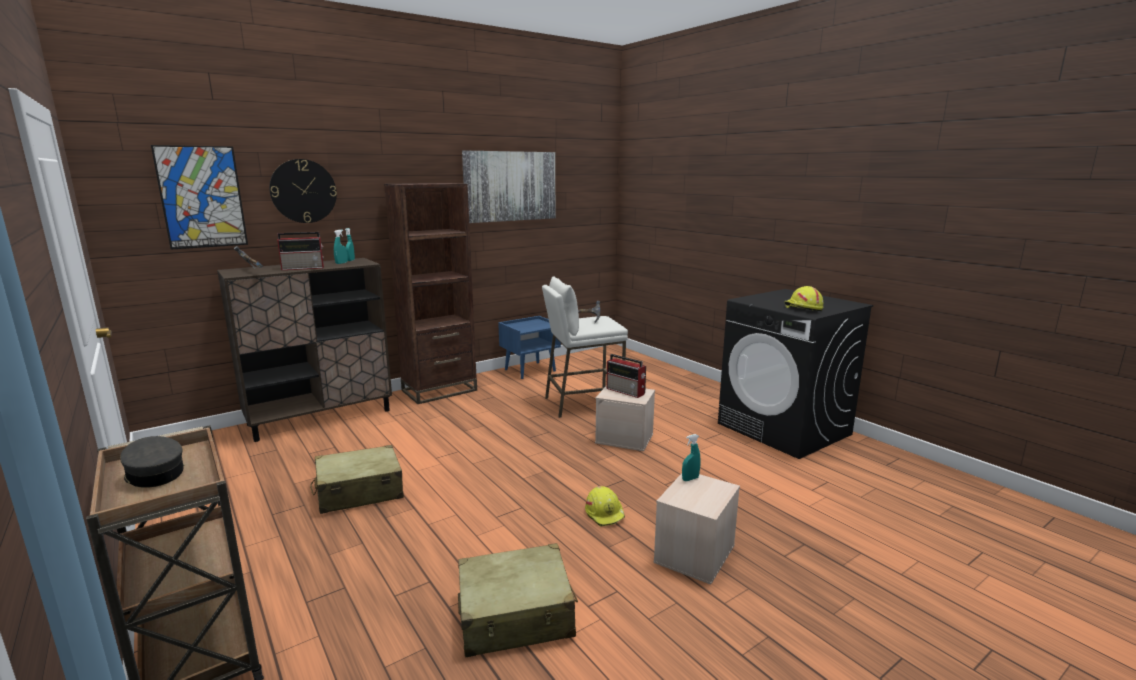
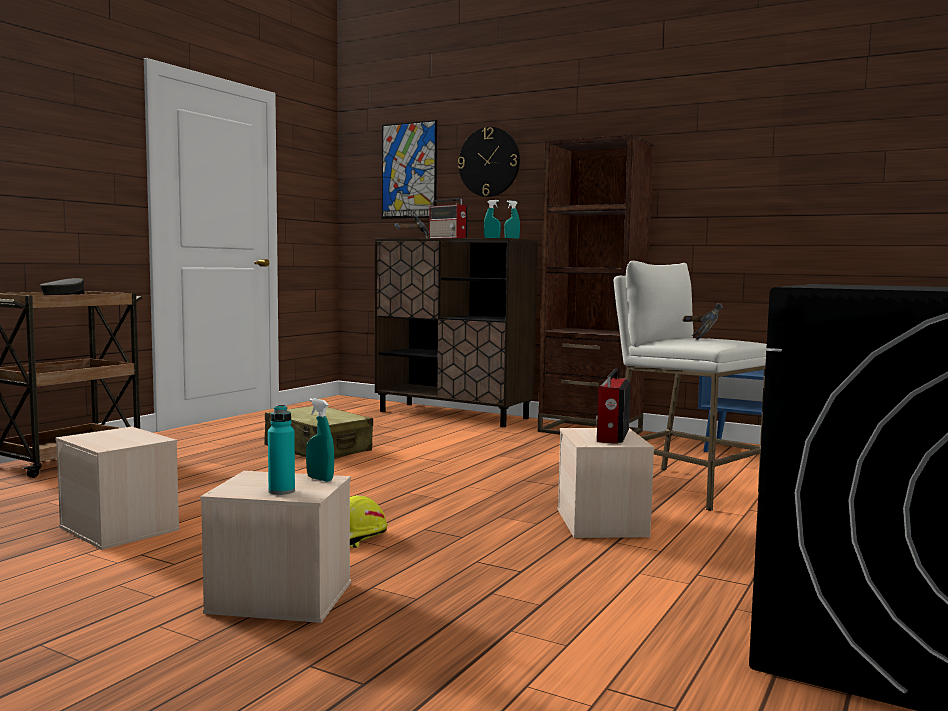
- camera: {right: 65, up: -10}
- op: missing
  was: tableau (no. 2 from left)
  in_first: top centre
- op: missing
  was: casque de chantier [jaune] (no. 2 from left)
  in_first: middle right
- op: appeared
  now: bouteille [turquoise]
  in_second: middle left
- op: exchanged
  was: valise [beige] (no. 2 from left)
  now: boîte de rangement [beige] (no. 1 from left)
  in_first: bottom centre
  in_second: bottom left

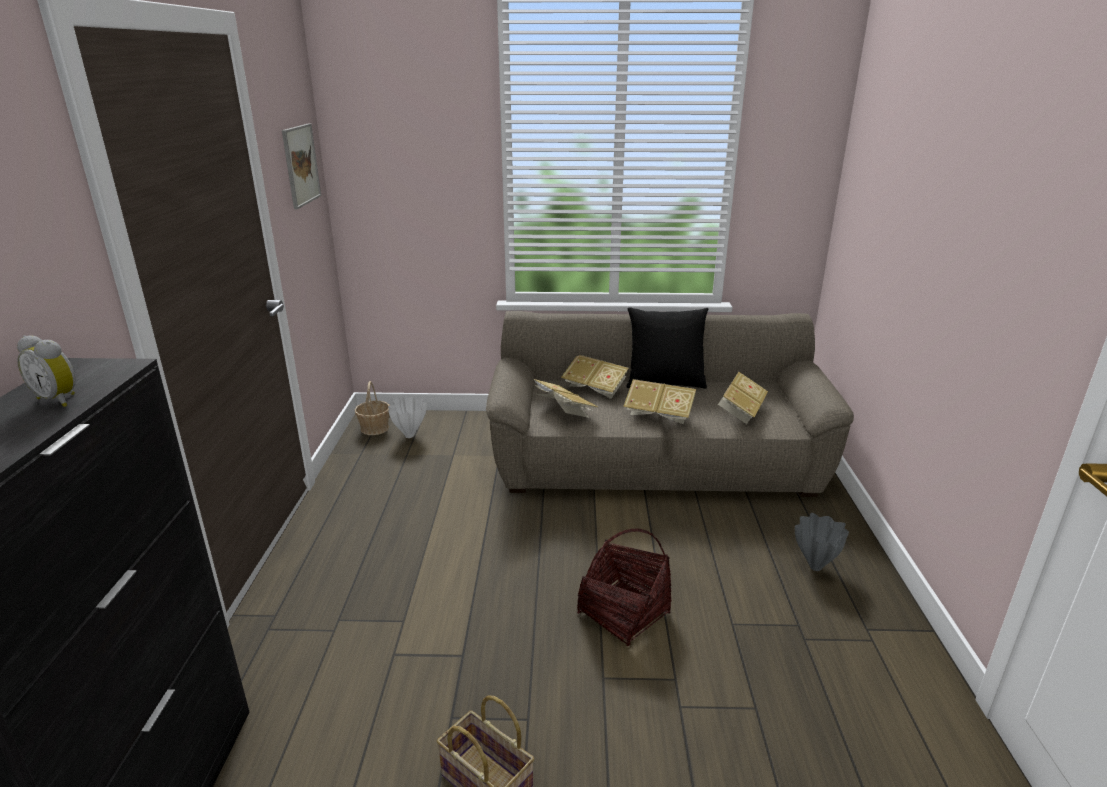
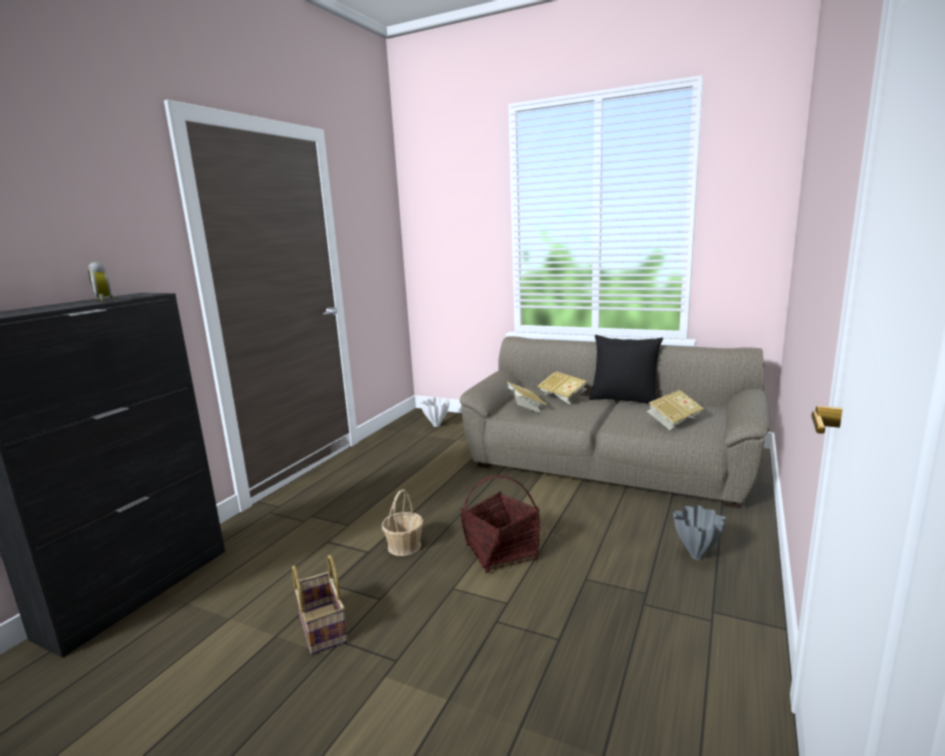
- camera: {right: 25, up: -10}
- op: missing
  was: tableau
  in_first: top left
- op: missing
  was: livre (no. 3 from left)
  in_first: centre
- op: relocated
  was: panier (no. 1 from left in the first image)
  now: panier (no. 2 from left)
  in_first: centre
  in_second: bottom centre

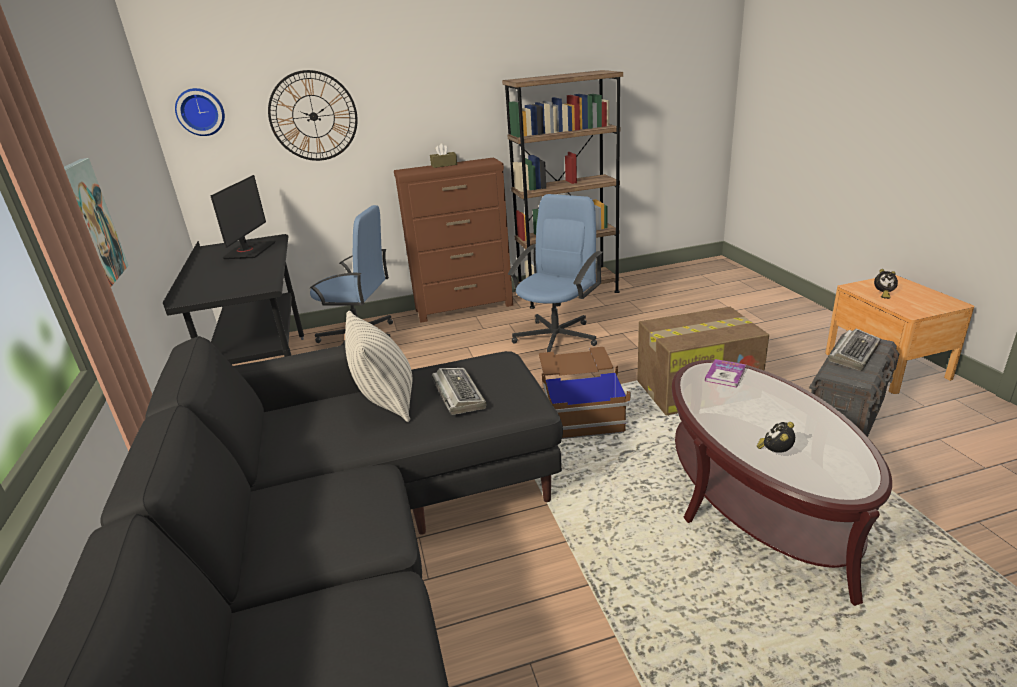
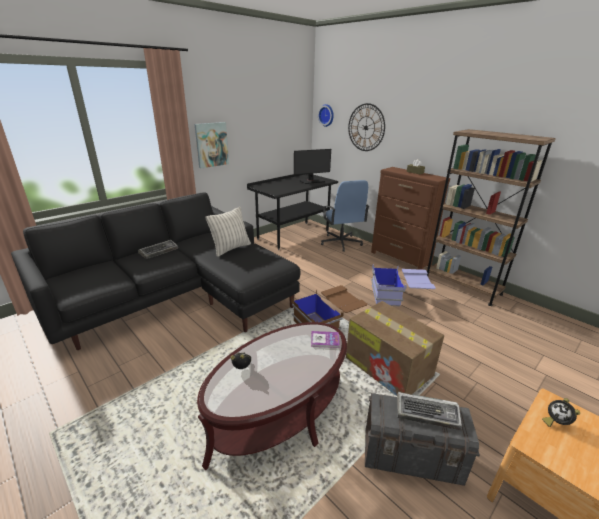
- camera: {right: 60, up: 0}
- op: relocated
  was: clavier (no. 1 from left)
  in_first: centre
  in_second: middle left
- op: exchanged
  was: chaise de bureau [bleu] (no. 2 from left)
  now: boîte de rangement [bleu]
  in_first: centre
  in_second: middle right

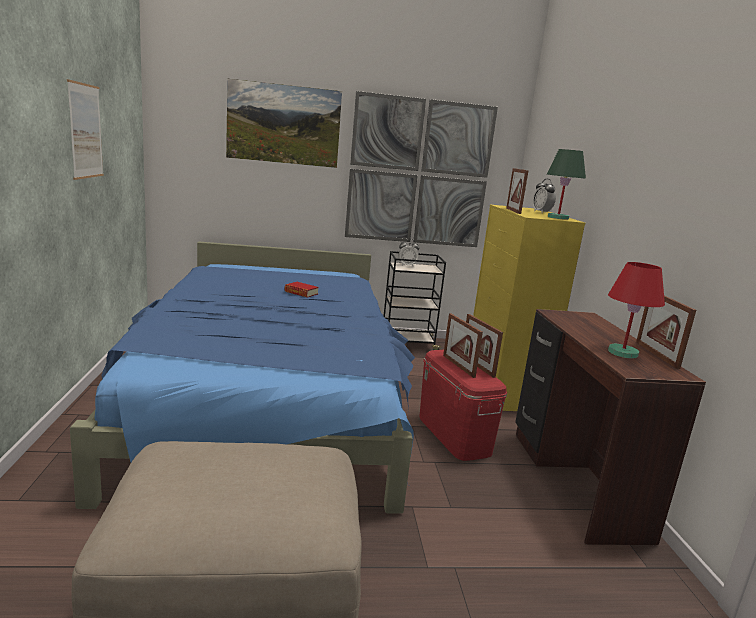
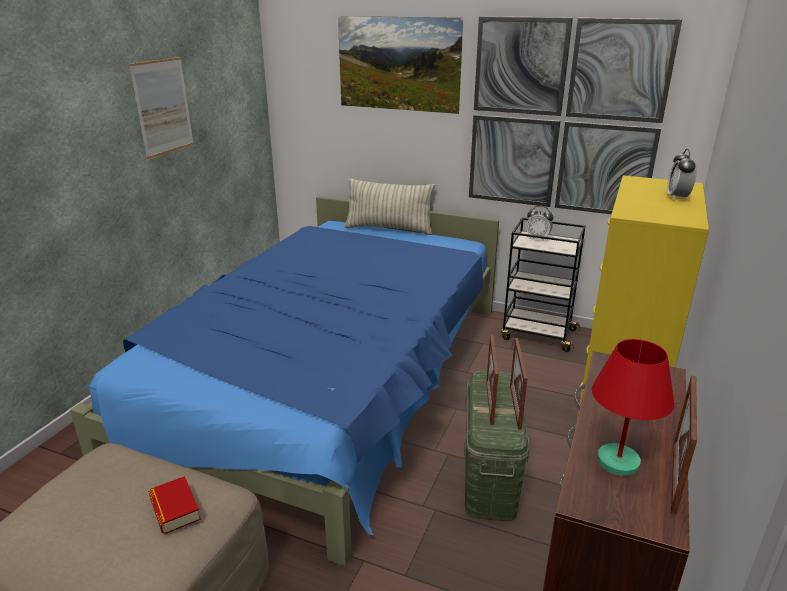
- camera: {right: 30, up: 10}
- op: missing
  was: cadre photo (no. 3 from left)
  in_first: top right
- op: missing
  was: lampe de table [vert]
  in_first: top right
- op: appeared
  now: coussin
  in_second: centre
- op: relocated
  was: livre
  in_first: centre
  in_second: bottom left
- op: colour
  was: boîte de rangement [rouge]
  now: boîte de rangement [vert]
  in_first: centre
  in_second: bottom centre

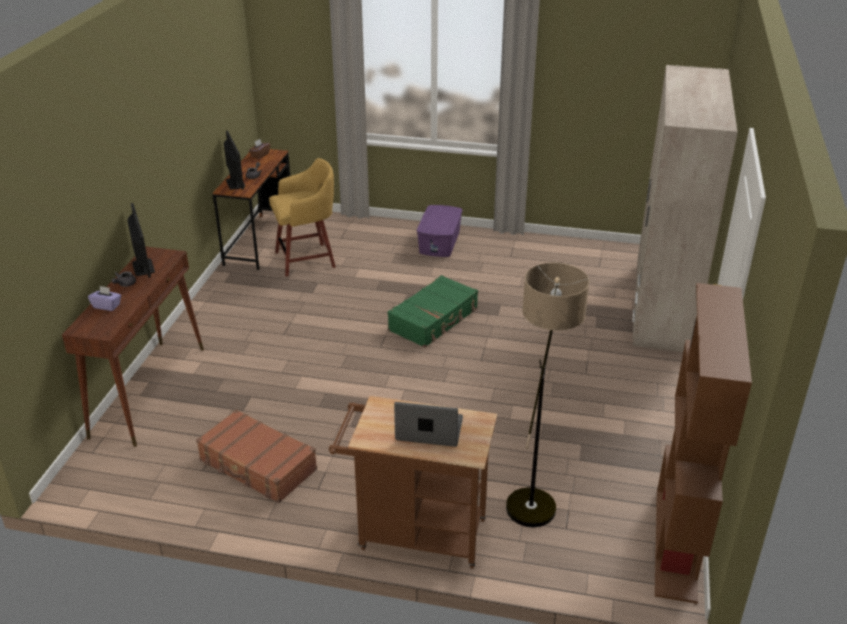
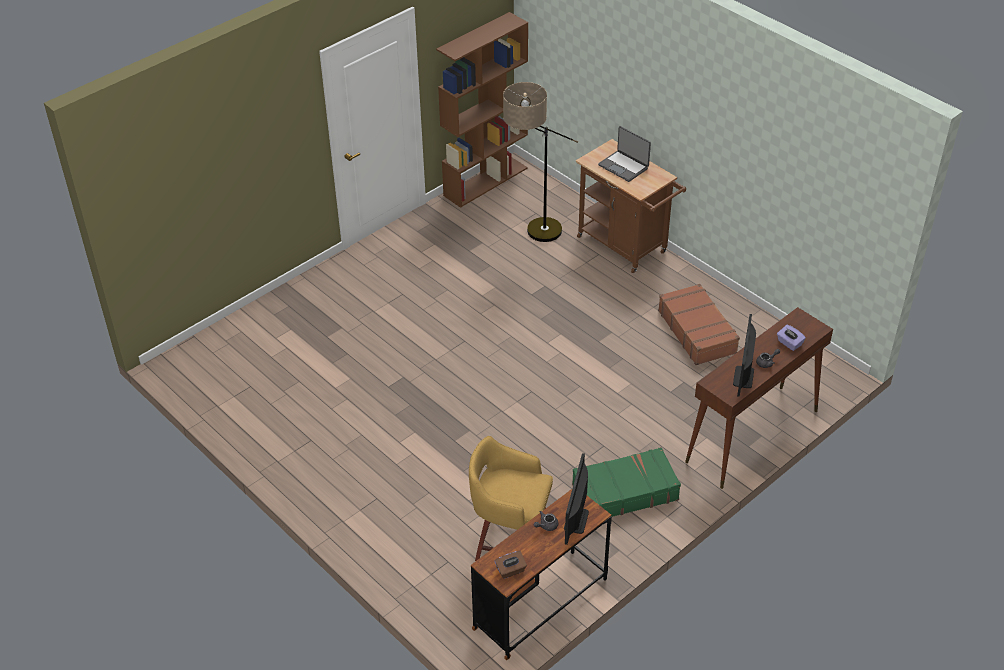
- camera: {right: -145, up: 10}
- op: missing
  was: boîte de rangement [violet]
  in_first: centre
- op: missing
  was: armoire [beige]
  in_first: middle right
- op: relocated
  was: valise [vert]
  in_first: centre
  in_second: bottom centre

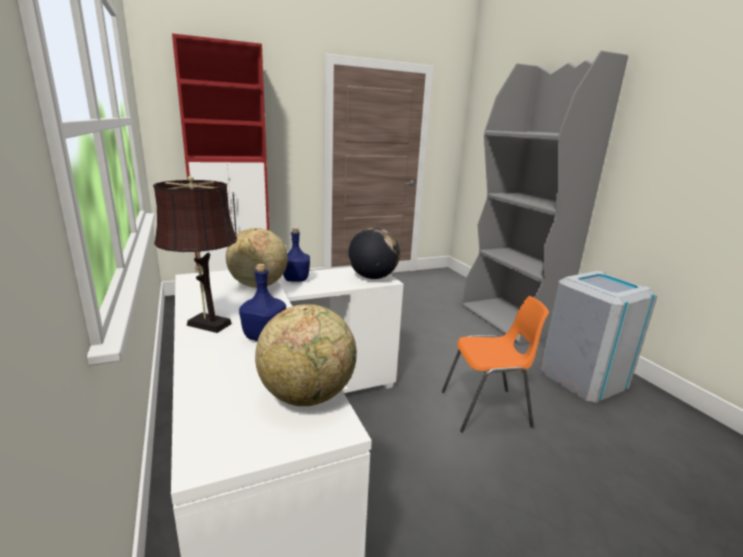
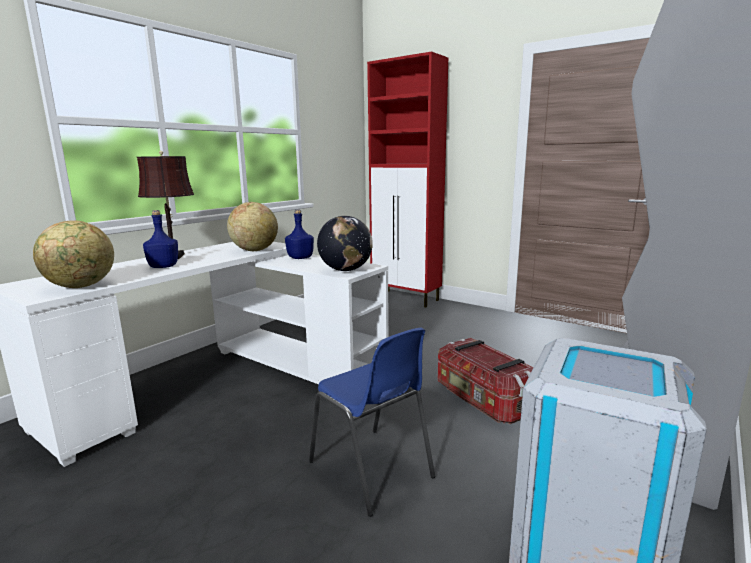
- camera: {right: 60, up: -5}
- op: appeared
  now: boîte de rangement
  in_second: bottom centre
- op: colour
  was: chaise [orange]
  now: chaise [bleu]
  in_first: centre
  in_second: bottom centre

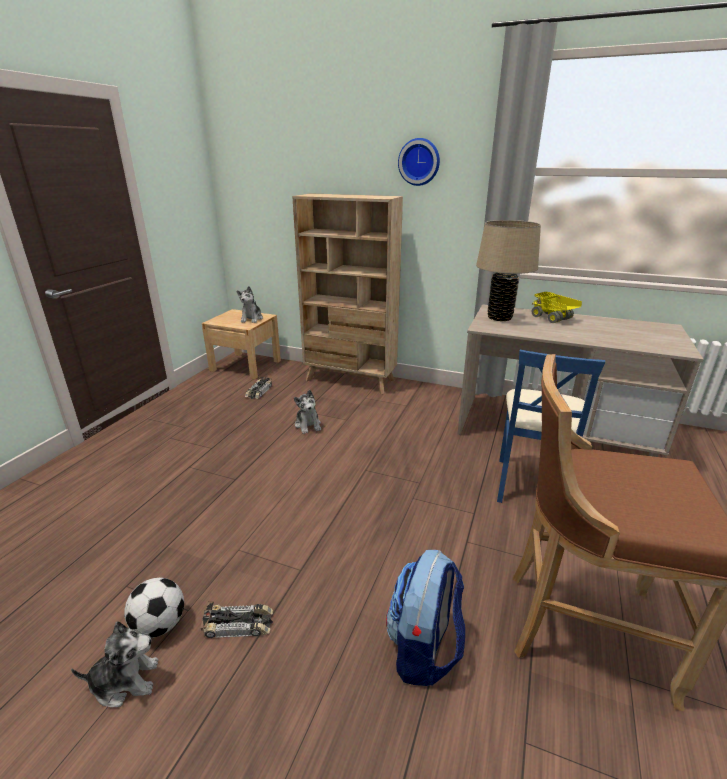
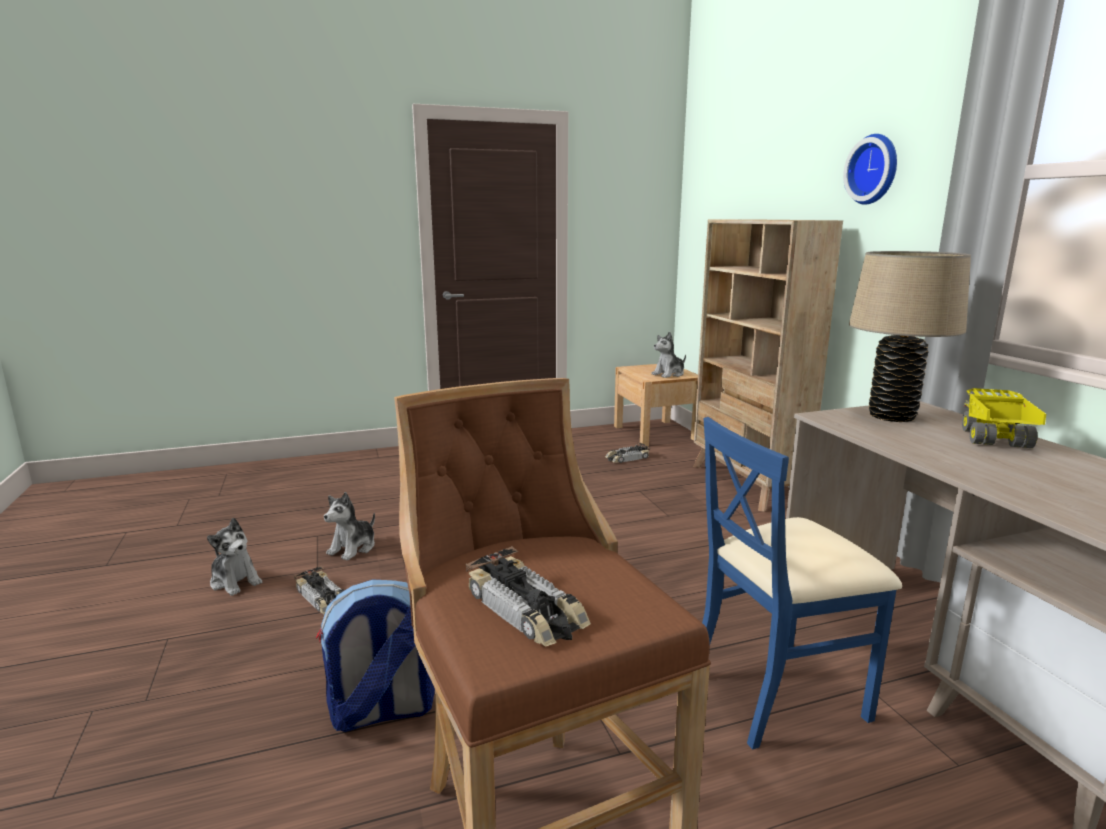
- camera: {right: 50, up: -10}
- op: missing
  was: ballon de foot
  in_first: bottom left
- op: appeared
  now: petite voiture (no. 2 from left)
  in_second: bottom centre
- op: relocated
  was: peluche (no. 3 from left in the first image)
  now: peluche (no. 2 from left)
  in_first: centre
  in_second: middle left

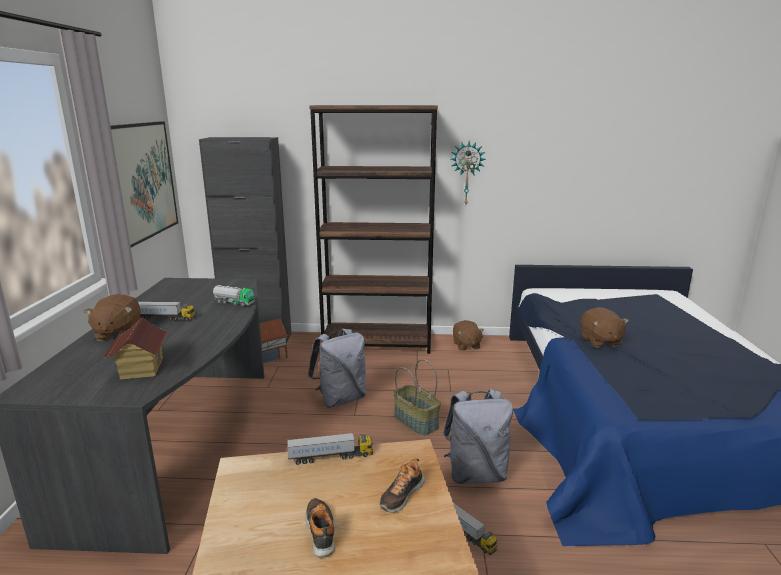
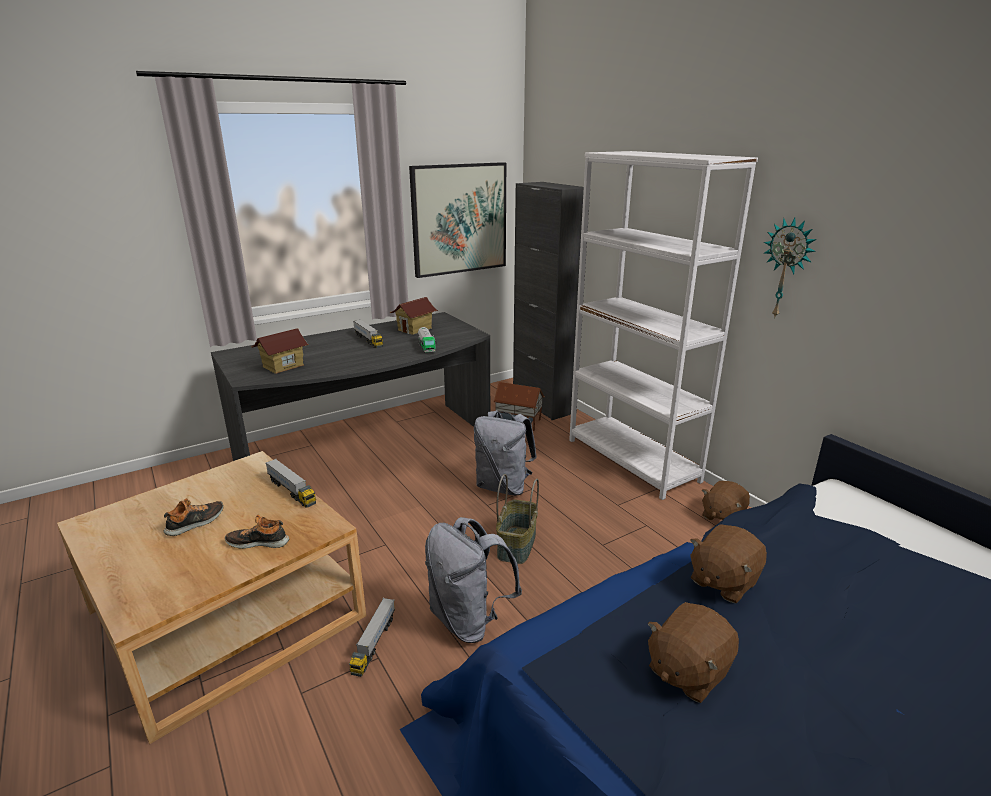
- camera: {right: 55, up: 5}
- op: appeared
  now: maison miniature (no. 2 from left)
  in_second: centre
- op: relocated
  was: peluche [marron] (no. 1 from left)
  in_first: middle left
  in_second: bottom right
- op: colour
  was: bibliothèque [marron]
  now: bibliothèque [blanc]
  in_first: centre
  in_second: middle right

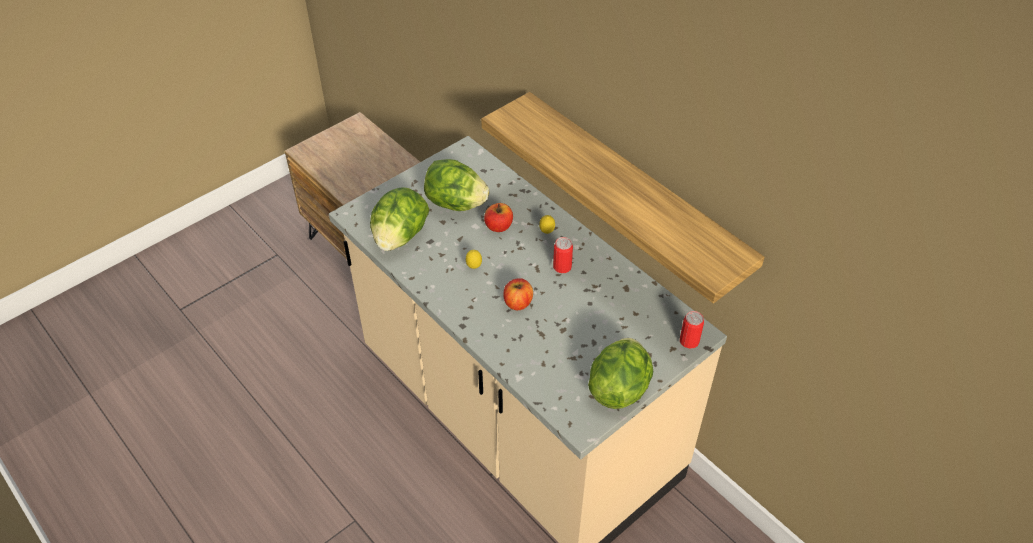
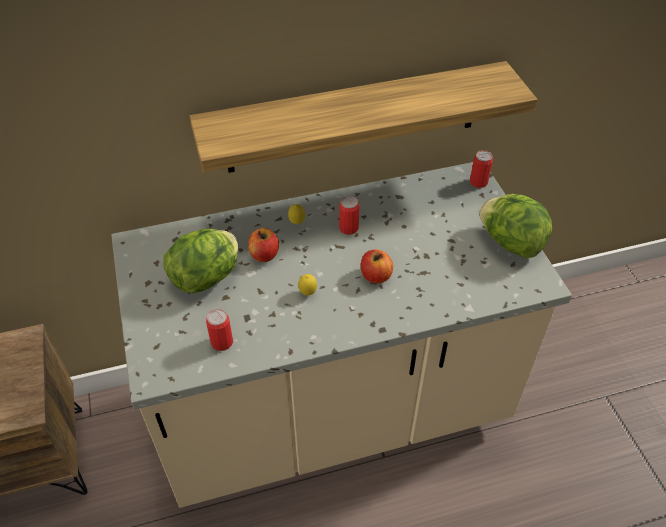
- camera: {right: -65, up: 0}
- op: exchanged
  was: laitue (no. 1 from left)
  now: boîte métallique (no. 1 from left)
  in_first: centre
  in_second: middle left

